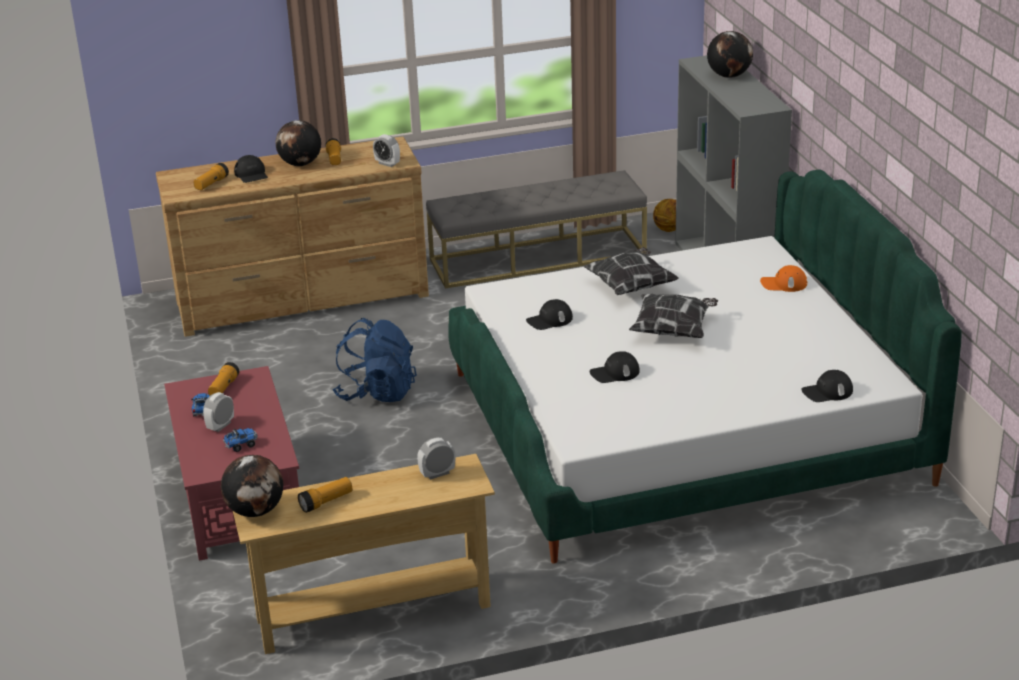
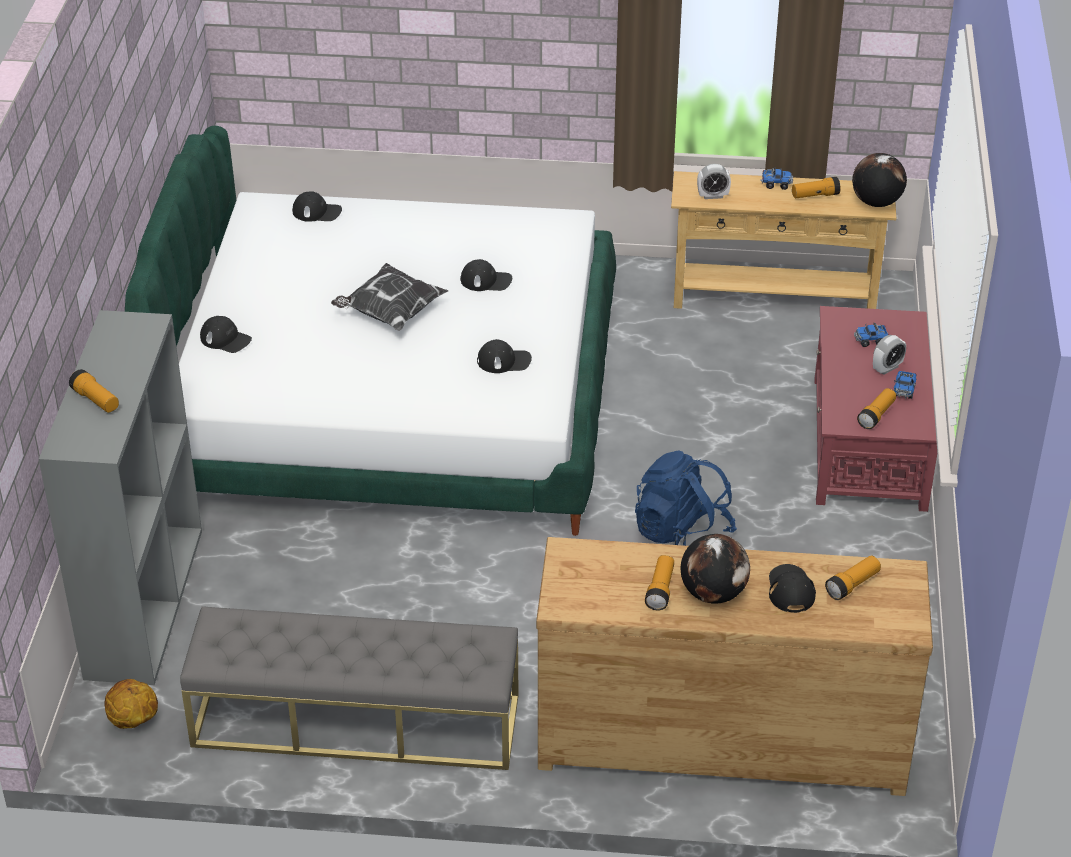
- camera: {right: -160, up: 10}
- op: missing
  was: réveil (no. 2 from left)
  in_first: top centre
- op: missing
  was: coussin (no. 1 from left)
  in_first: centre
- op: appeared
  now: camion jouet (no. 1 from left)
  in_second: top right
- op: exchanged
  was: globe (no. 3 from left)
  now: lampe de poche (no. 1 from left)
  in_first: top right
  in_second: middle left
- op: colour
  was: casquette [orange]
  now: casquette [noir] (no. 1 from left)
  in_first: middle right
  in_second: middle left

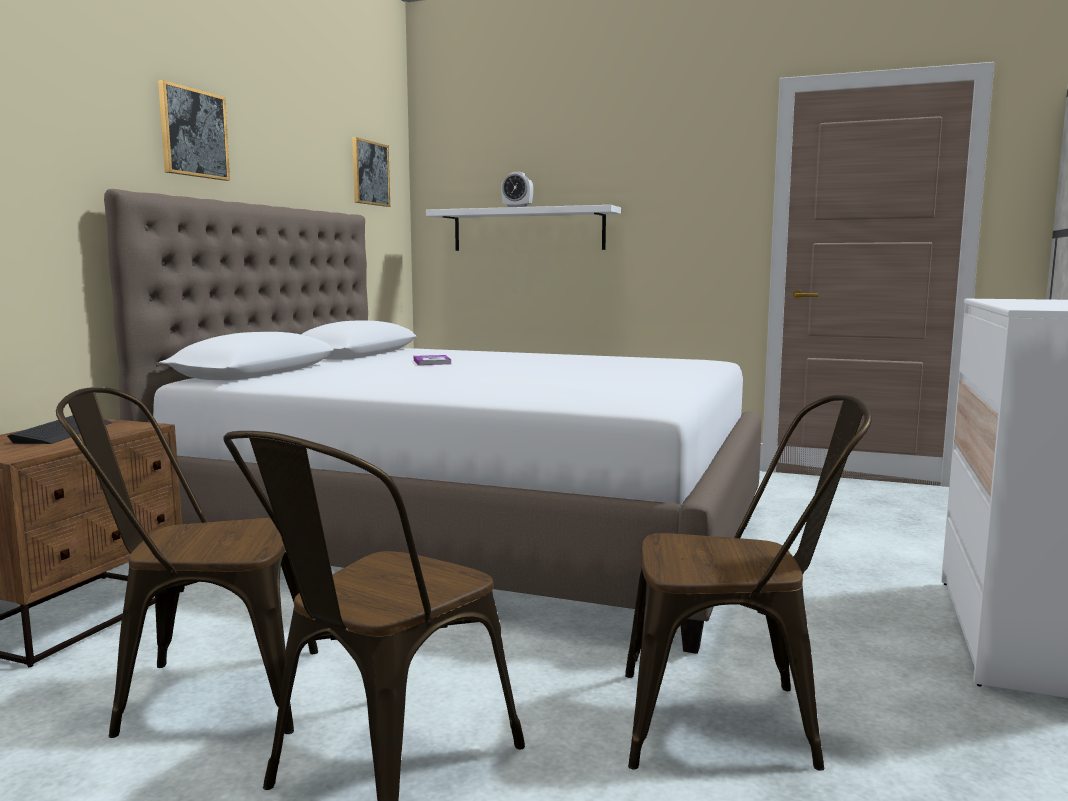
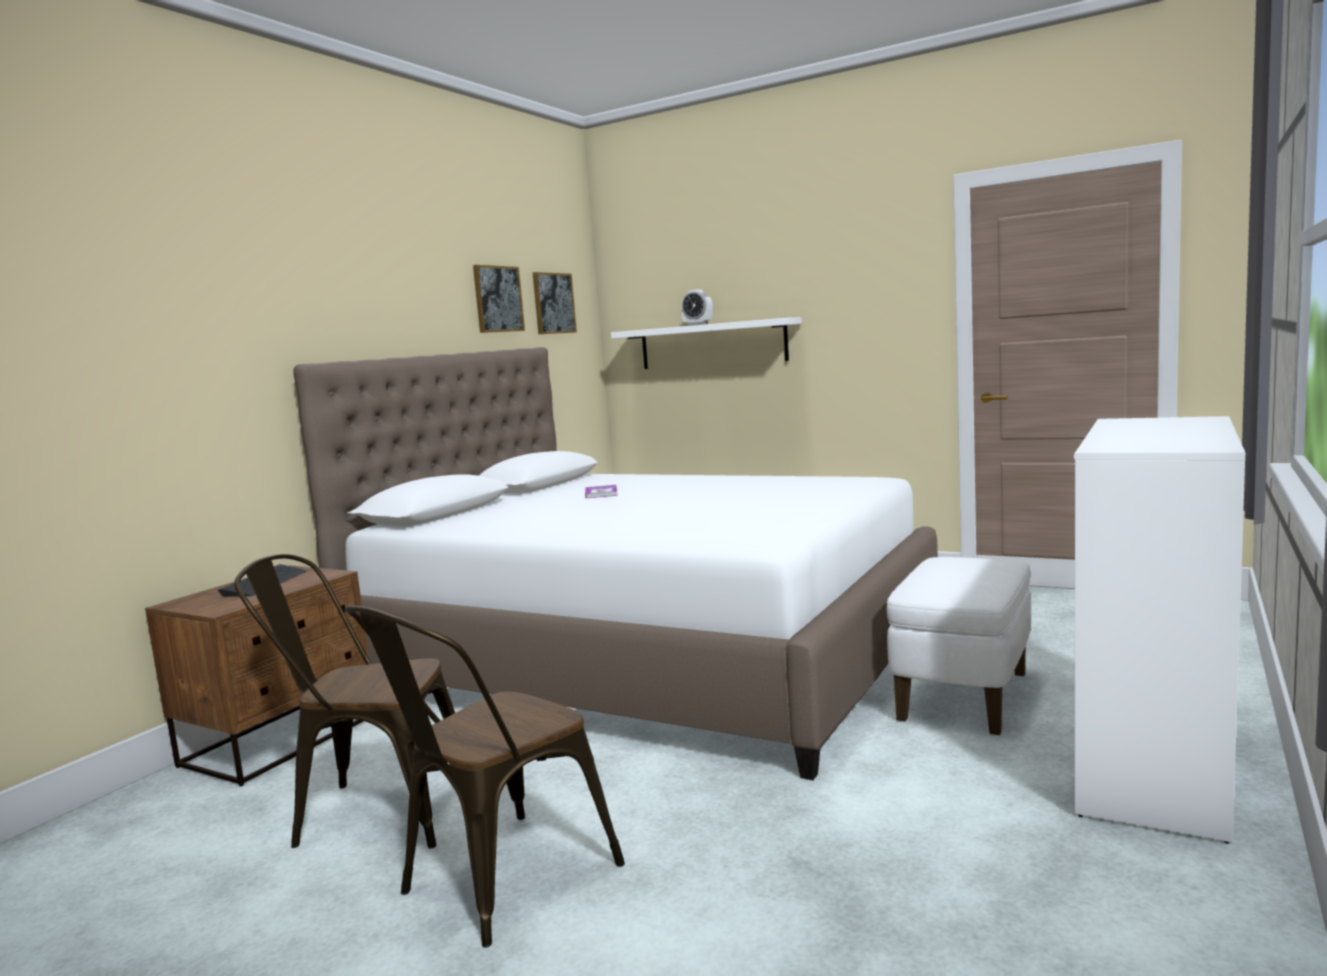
- camera: {right: 10, up: 0}
- op: missing
  was: chaise [marron] (no. 3 from left)
  in_first: bottom right
- op: appeared
  now: pouf [blanc]
  in_second: middle right
- op: relocated
  was: tableau (no. 1 from left)
  in_first: top left
  in_second: top centre

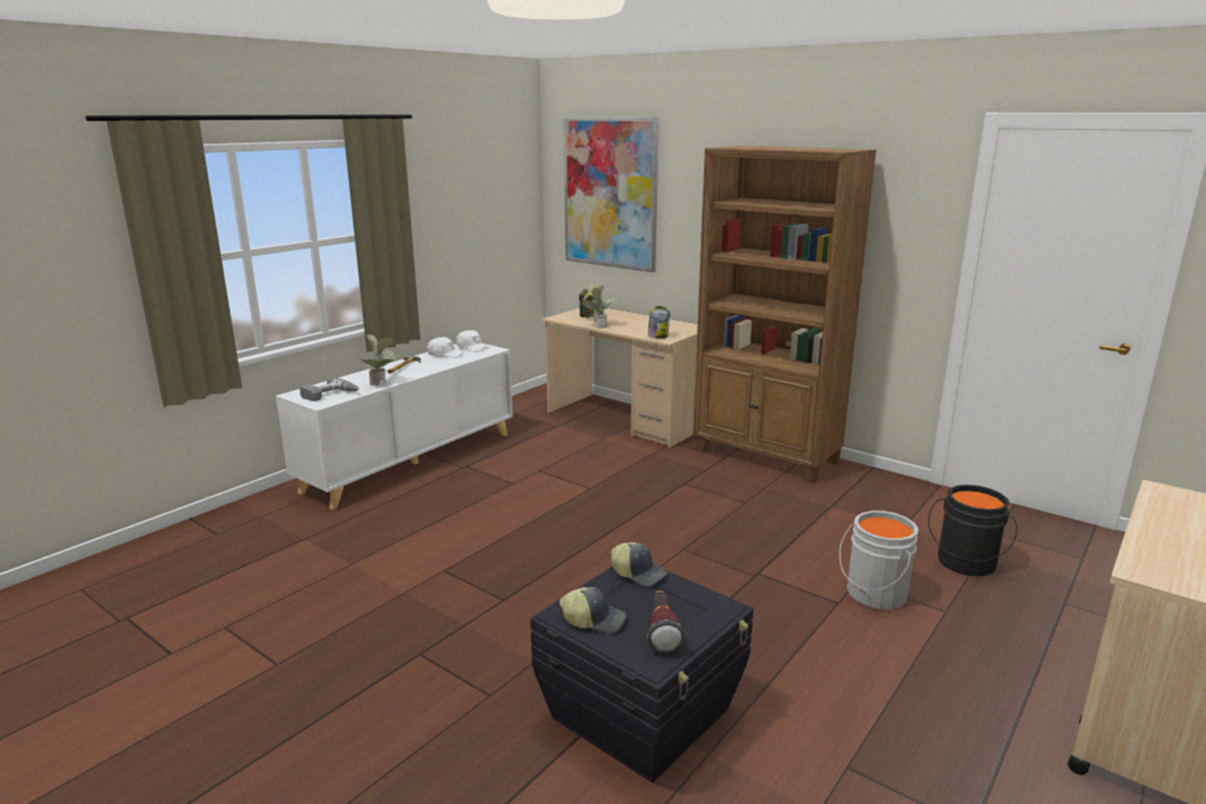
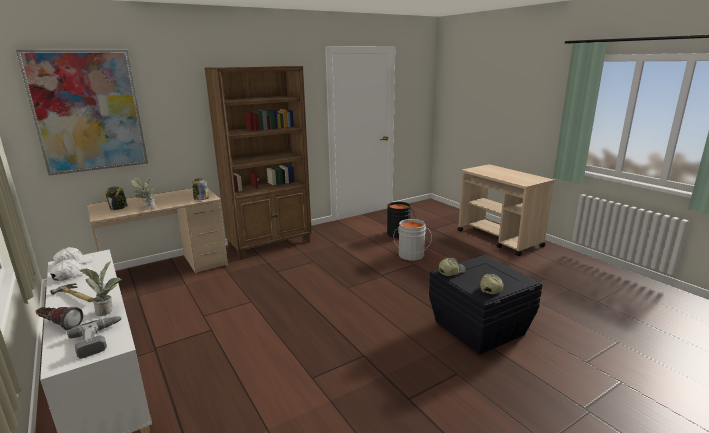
- camera: {right: -70, up: 0}
- op: relocated
  was: lampe de poche
  in_first: bottom centre
  in_second: bottom left

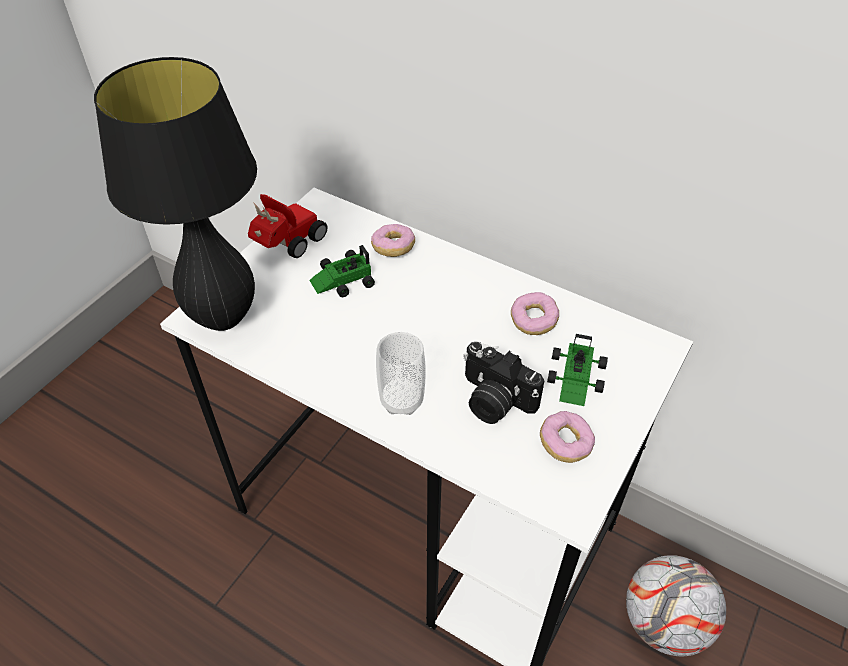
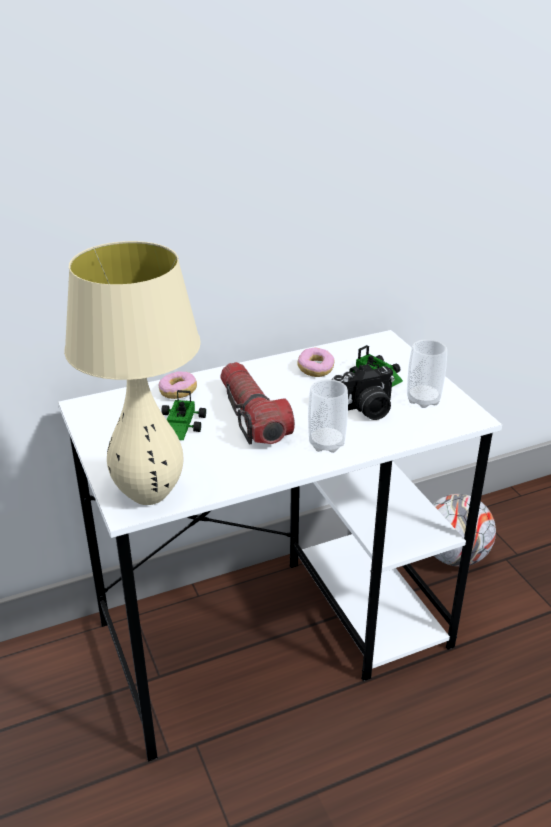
- camera: {right: -55, up: -15}
- op: missing
  was: petite voiture (no. 1 from left)
  in_first: centre
- op: appeared
  now: lampe de poche
  in_second: centre
- op: exchanged
  was: beignet (no. 3 from left)
  now: tasse (no. 2 from left)
  in_first: middle right
  in_second: middle right
- op: colour
  was: lampe de table [noir]
  now: lampe de table [beige]
  in_first: top left
  in_second: middle left

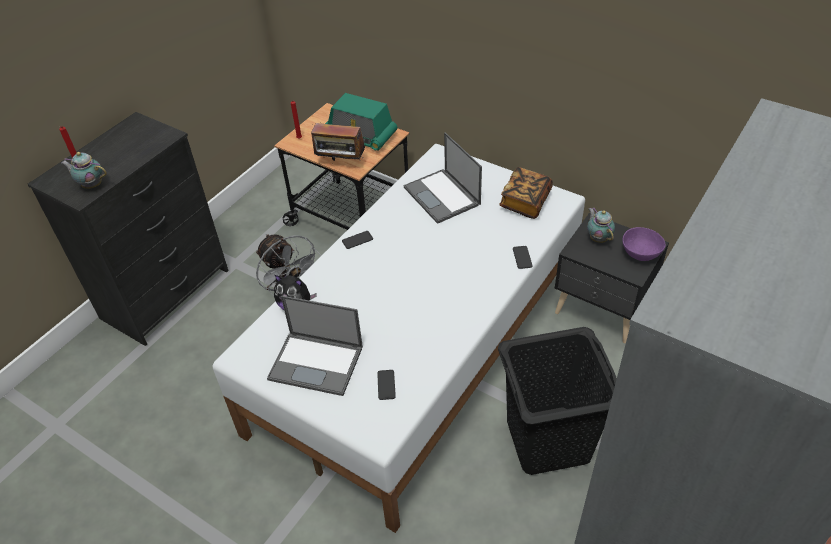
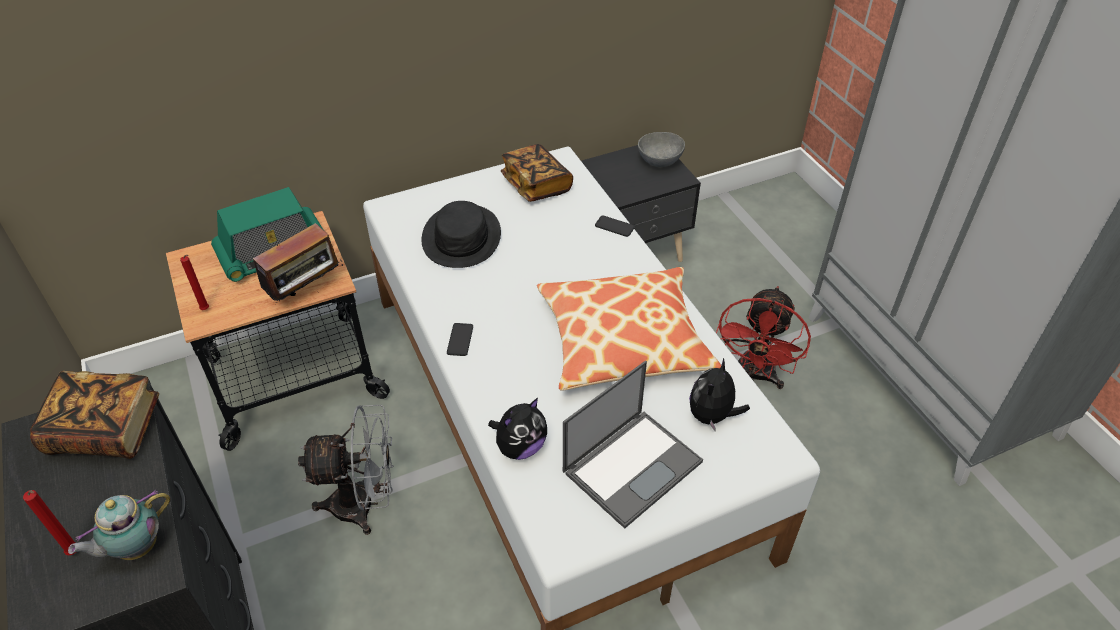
- camera: {right: -60, up: 0}
- op: missing
  was: théière (no. 2 from left)
  in_first: middle right
- op: appeared
  now: livre (no. 1 from left)
  in_second: middle left
- op: appeared
  now: coussin
  in_second: centre
- op: exchanged
  was: téléphone (no. 2 from left)
  now: peluche (no. 2 from left)
  in_first: bottom centre
  in_second: centre
- op: exchanged
  was: ordinateur portable (no. 2 from left)
  now: chapeau [noir]
  in_first: top centre
  in_second: centre
- op: exchanged
  was: panier à linge [noir]
  now: ventilateur [rouge]
  in_first: bottom right
  in_second: middle right
- op: colour
  was: bol [violet]
  now: bol [gris]
  in_first: middle right
  in_second: top centre

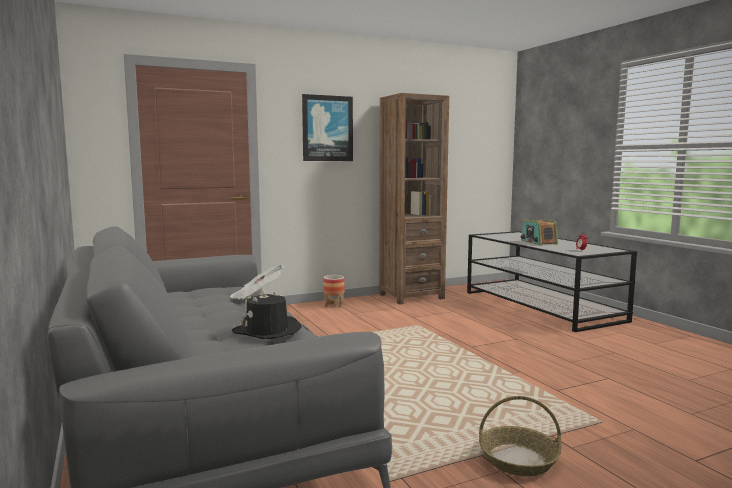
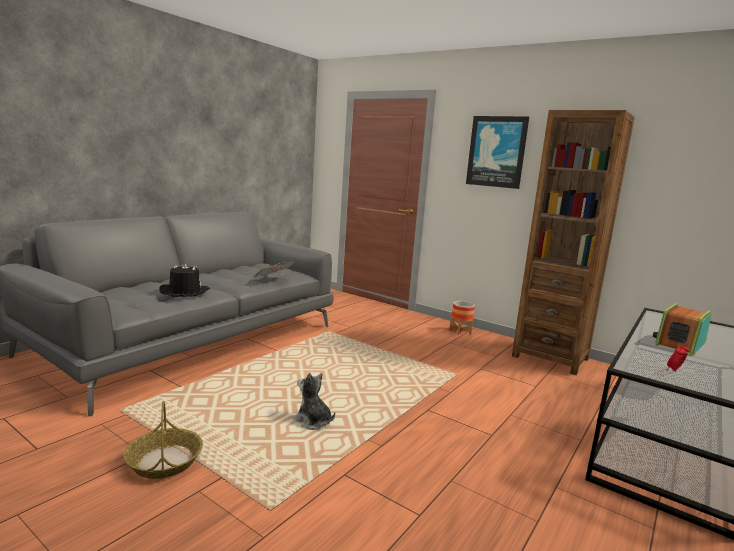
- camera: {right: 60, up: 5}
- op: appeared
  now: peluche
  in_second: bottom centre

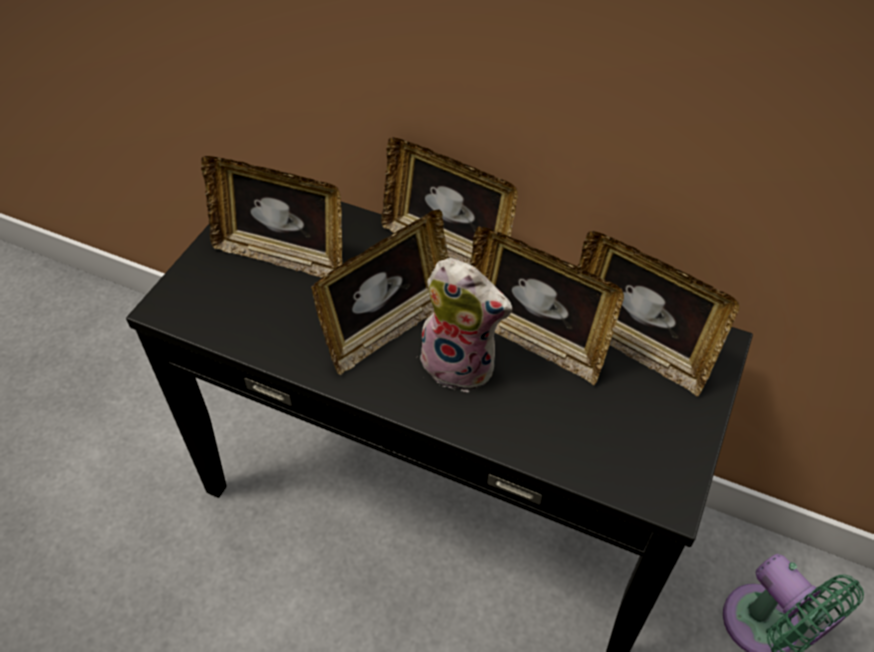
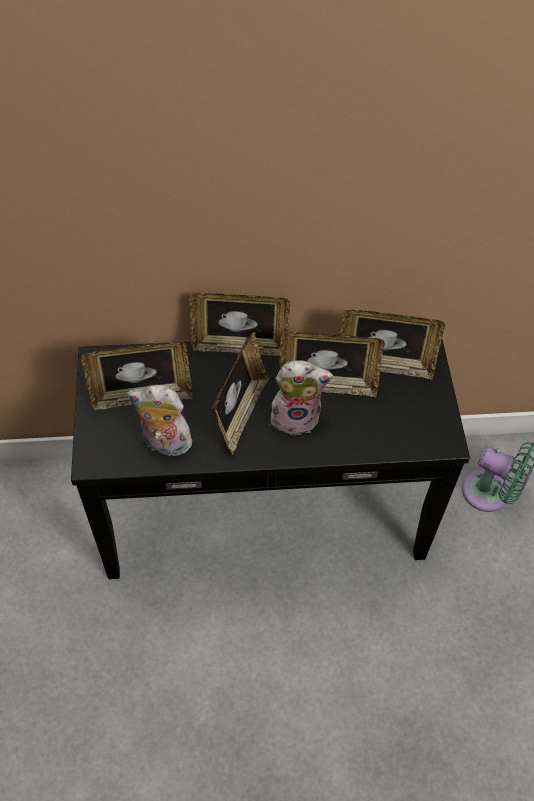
- camera: {right: -30, up: 5}
- op: appeared
  now: peluche (no. 1 from left)
  in_second: middle left

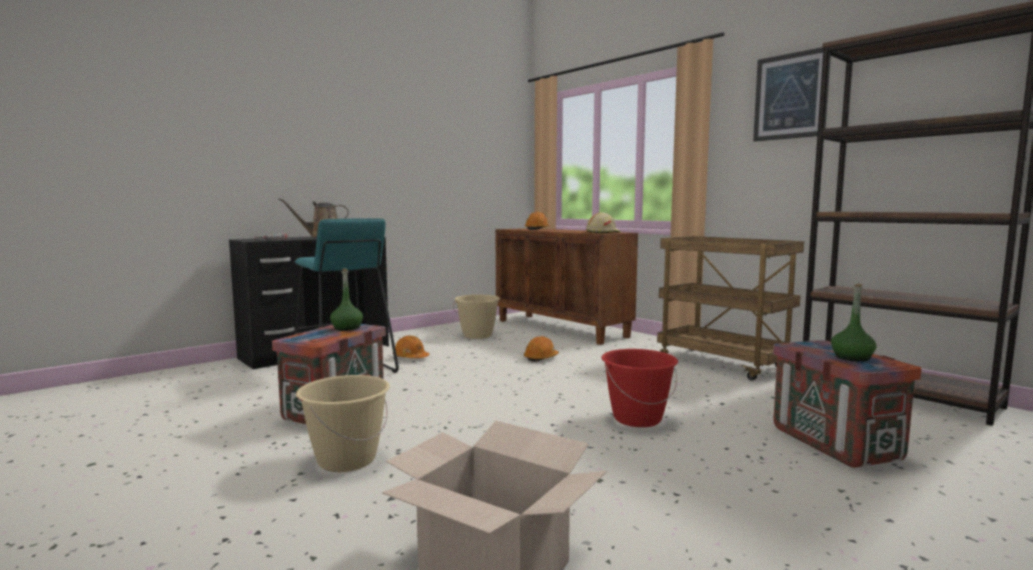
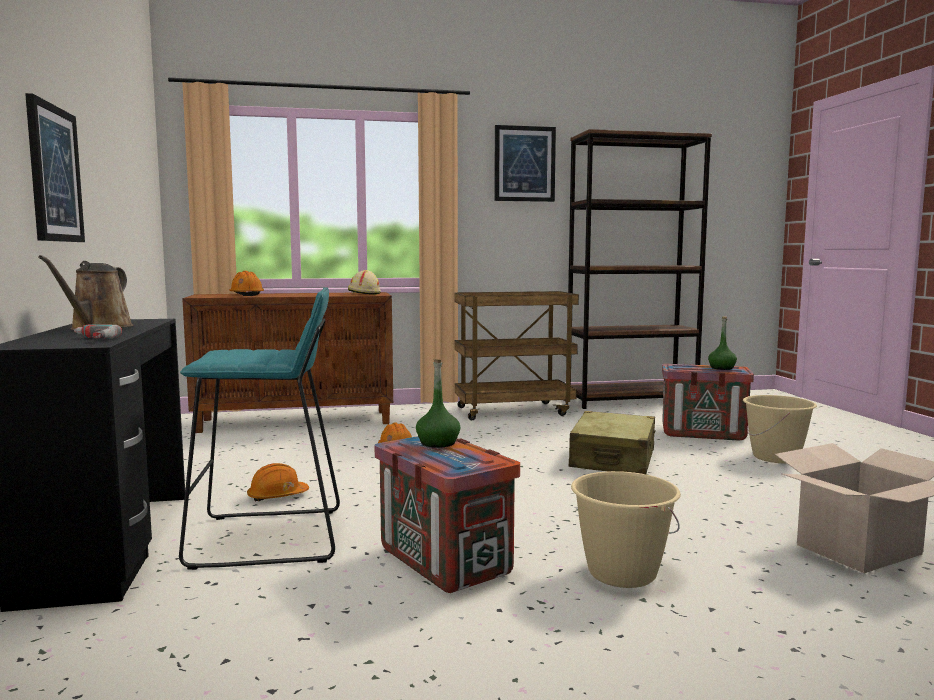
- camera: {right: -60, up: 0}
- op: appeared
  now: tableau (no. 1 from left)
  in_second: top left
- op: relocated
  was: seau [beige] (no. 2 from left)
  in_first: centre
  in_second: middle right
- op: exchanged
  was: seau [rouge]
  now: valise [beige]
  in_first: bottom centre
  in_second: centre

